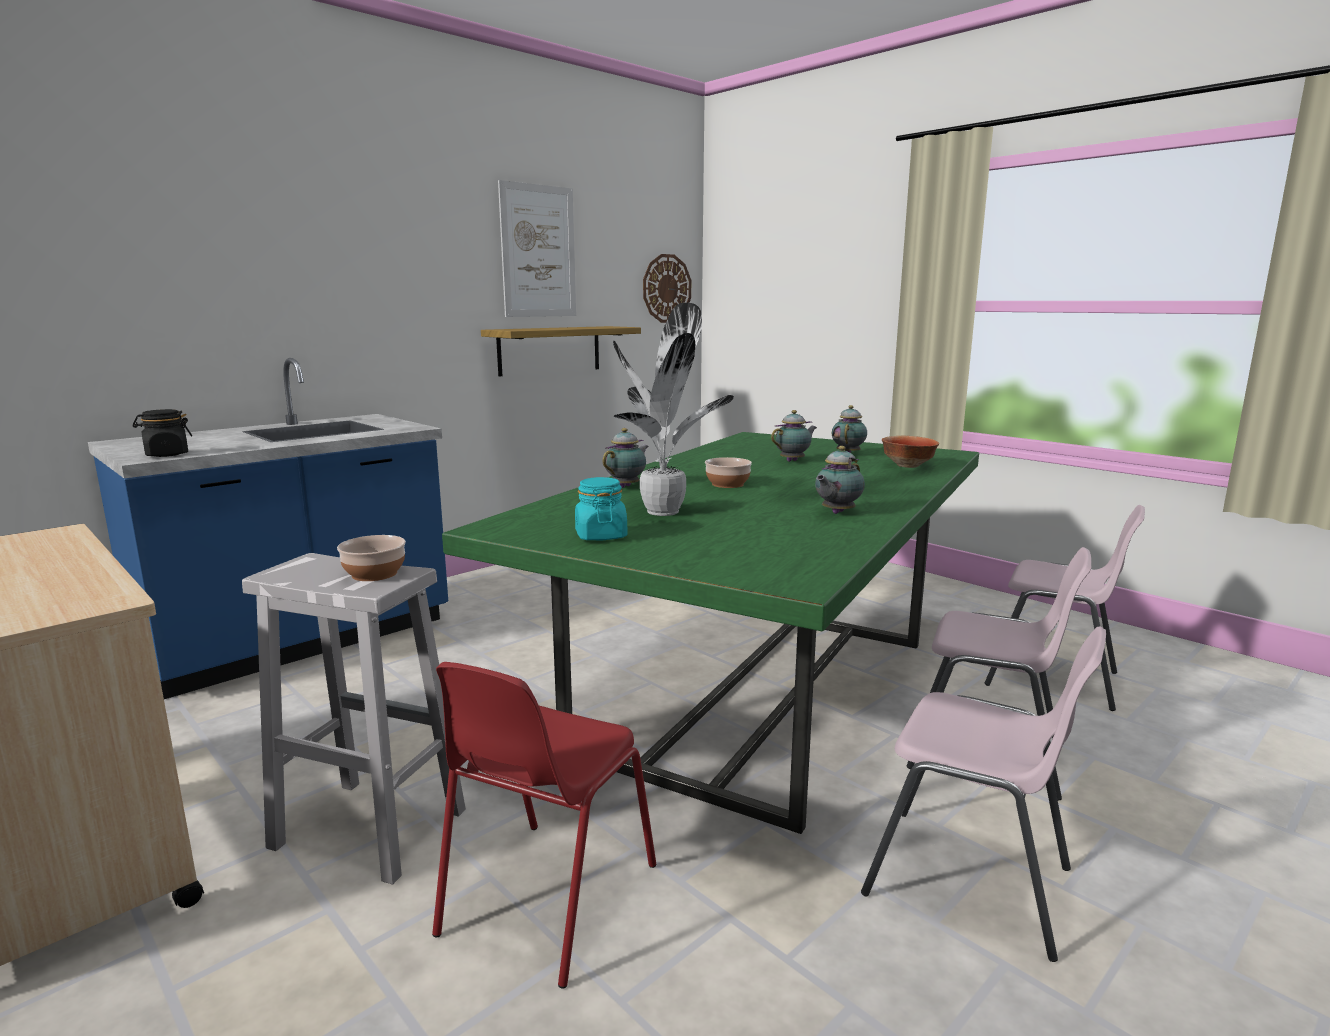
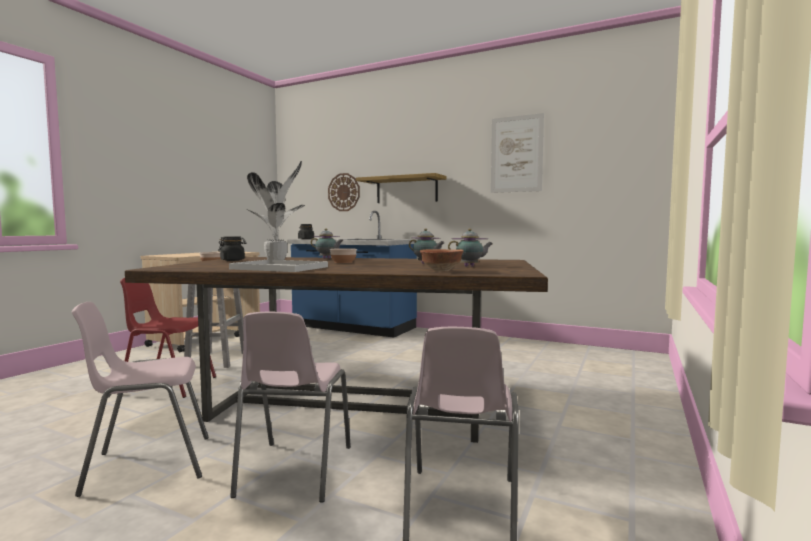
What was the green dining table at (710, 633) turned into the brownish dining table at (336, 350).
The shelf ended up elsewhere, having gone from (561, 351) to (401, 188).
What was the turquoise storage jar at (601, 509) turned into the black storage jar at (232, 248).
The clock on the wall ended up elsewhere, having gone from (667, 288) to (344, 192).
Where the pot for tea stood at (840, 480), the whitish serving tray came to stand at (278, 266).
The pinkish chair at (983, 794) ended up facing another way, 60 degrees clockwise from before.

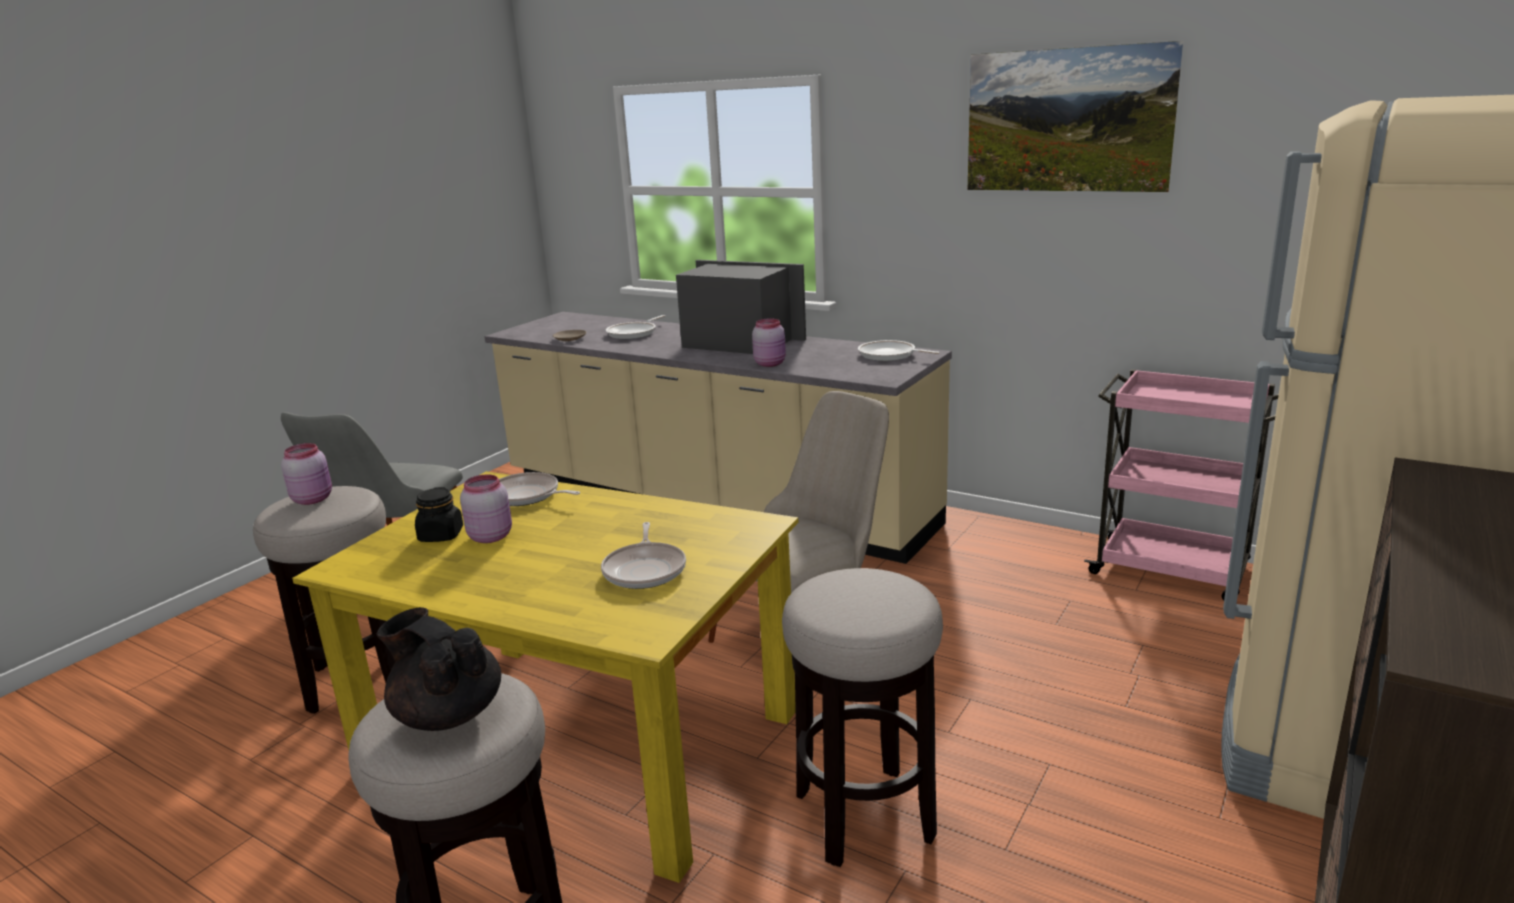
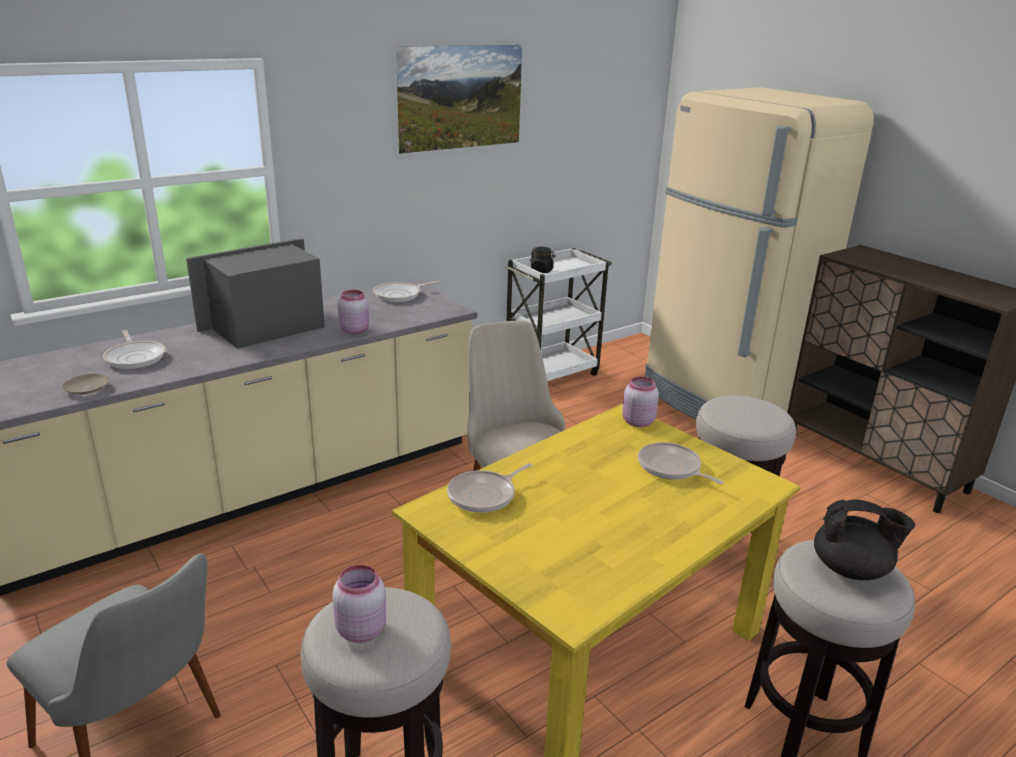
The black pot for tea at (439, 669) ended up facing another way, 135 degrees counterclockwise from before.
The black storage jar ended up elsewhere, having gone from (439, 514) to (542, 260).
The pinkish storage jar ended up elsewhere, having gone from (486, 508) to (640, 401).
The frying pan at (643, 555) ended up facing another way, 150 degrees counterclockwise from before.
What was the pinkish wheeled cart at (1181, 484) turned into the whitish wheeled cart at (558, 314).

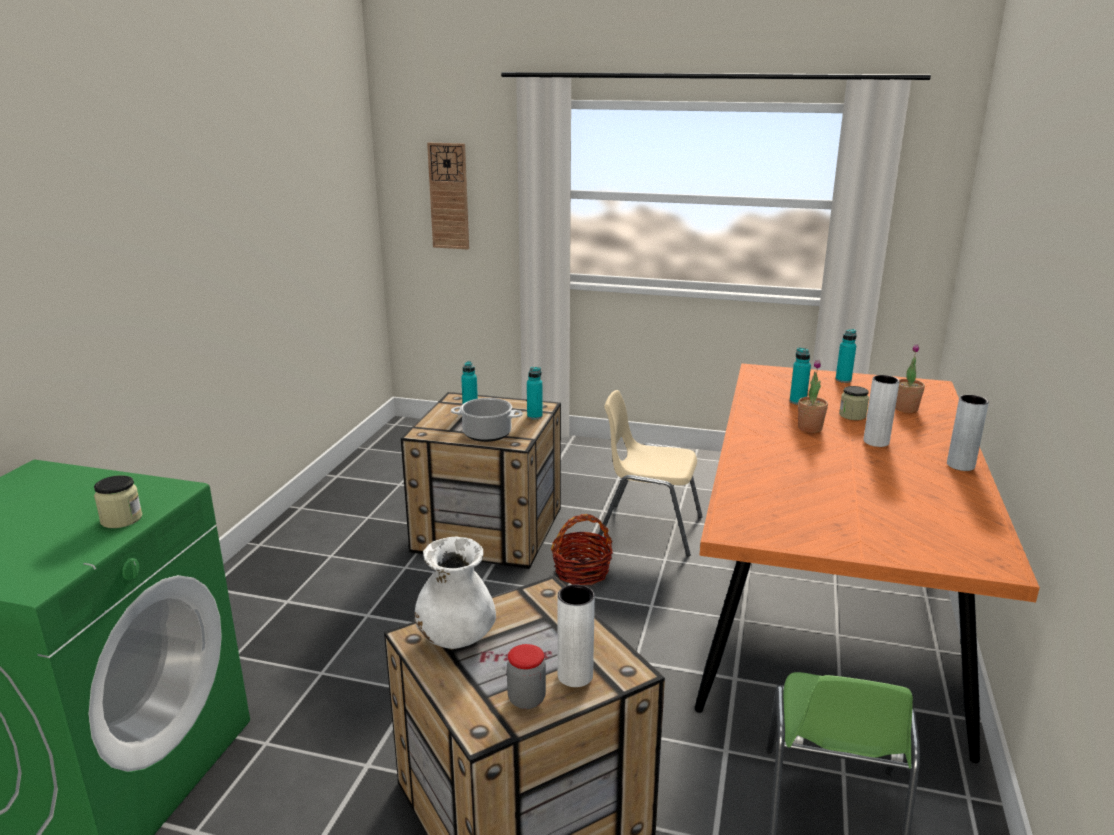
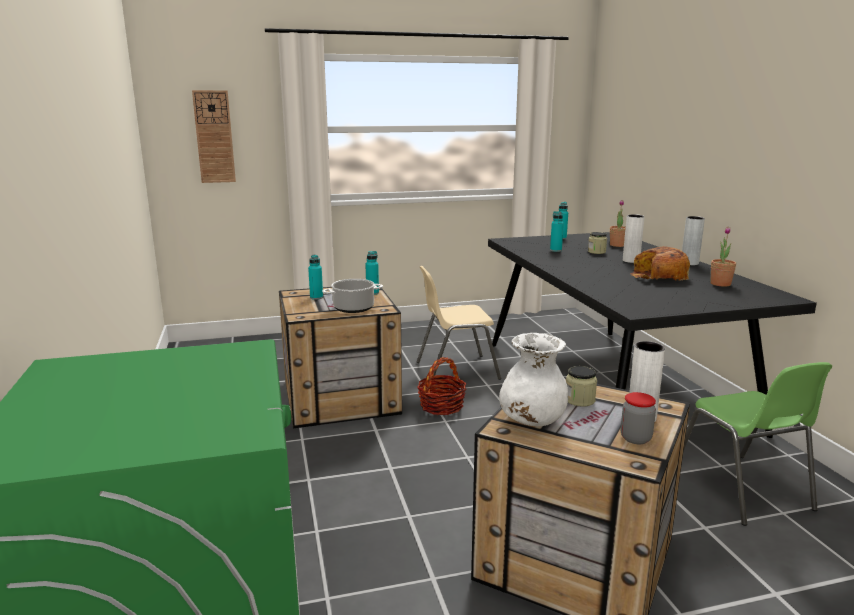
The storage jar ended up elsewhere, having gone from (118, 501) to (581, 386).
What was the orangey dining table at (867, 563) turned into the black dining table at (652, 335).
The plant in a pot ended up elsewhere, having gone from (813, 396) to (723, 257).
The second view gained the bakery bread at (660, 263).

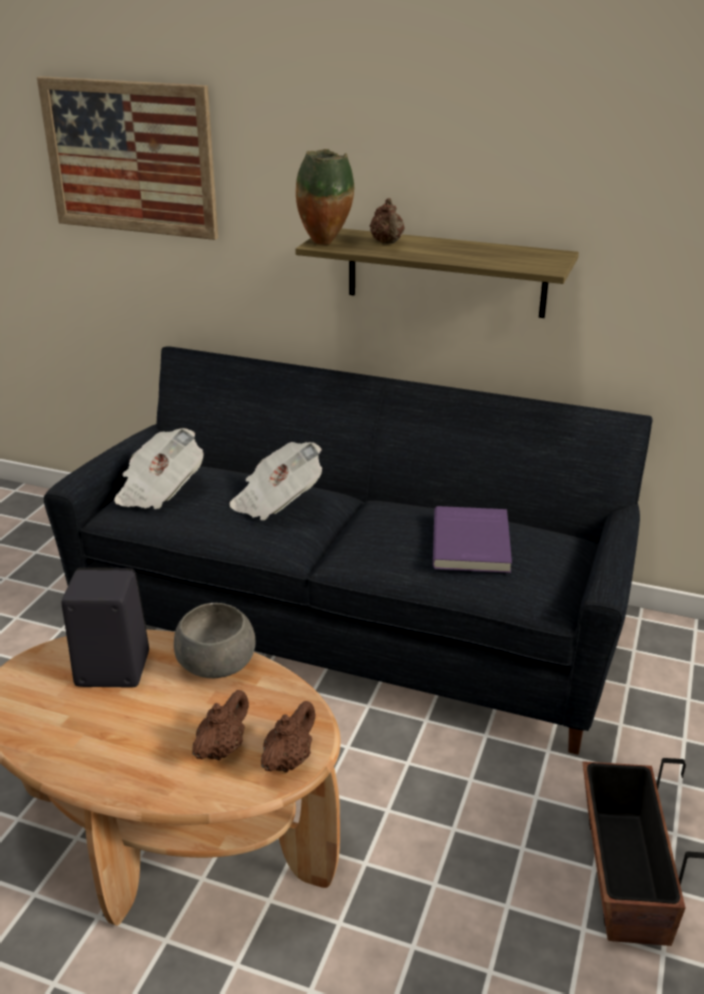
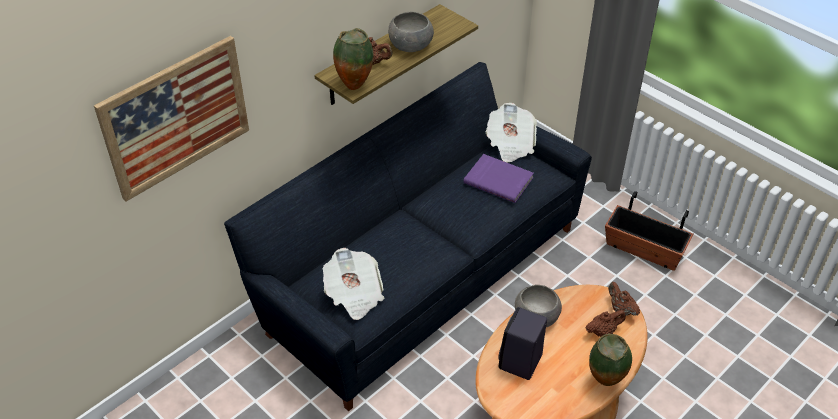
The brownish pot for tea at (220, 725) ended up facing another way, 105 degrees clockwise from before.
The printed paper ended up elsewhere, having gone from (275, 481) to (511, 133).
The second view gained the gray deep dish at (411, 32).
The second view gained the flower vase at (610, 360).

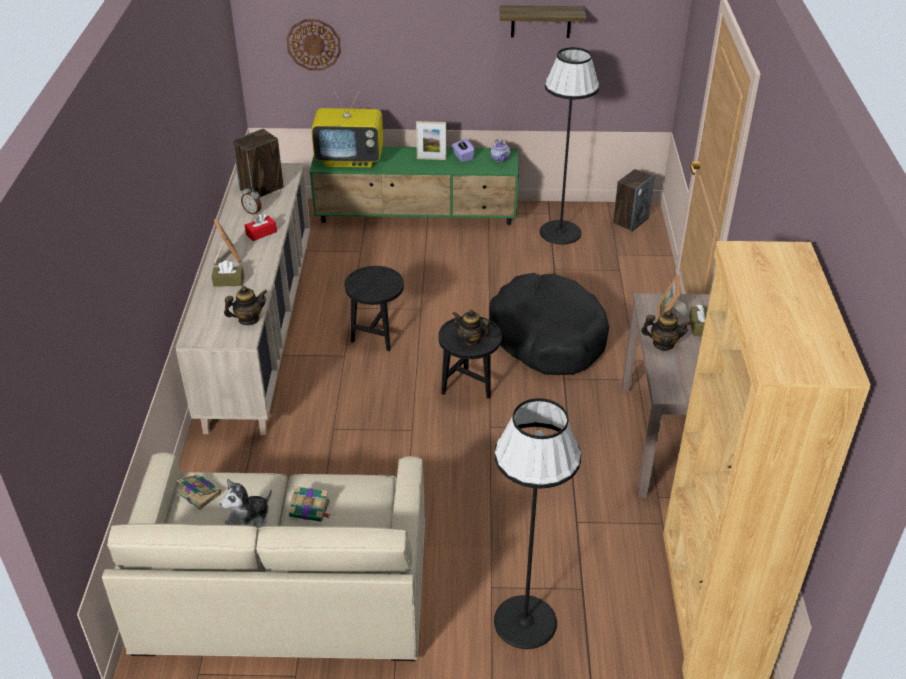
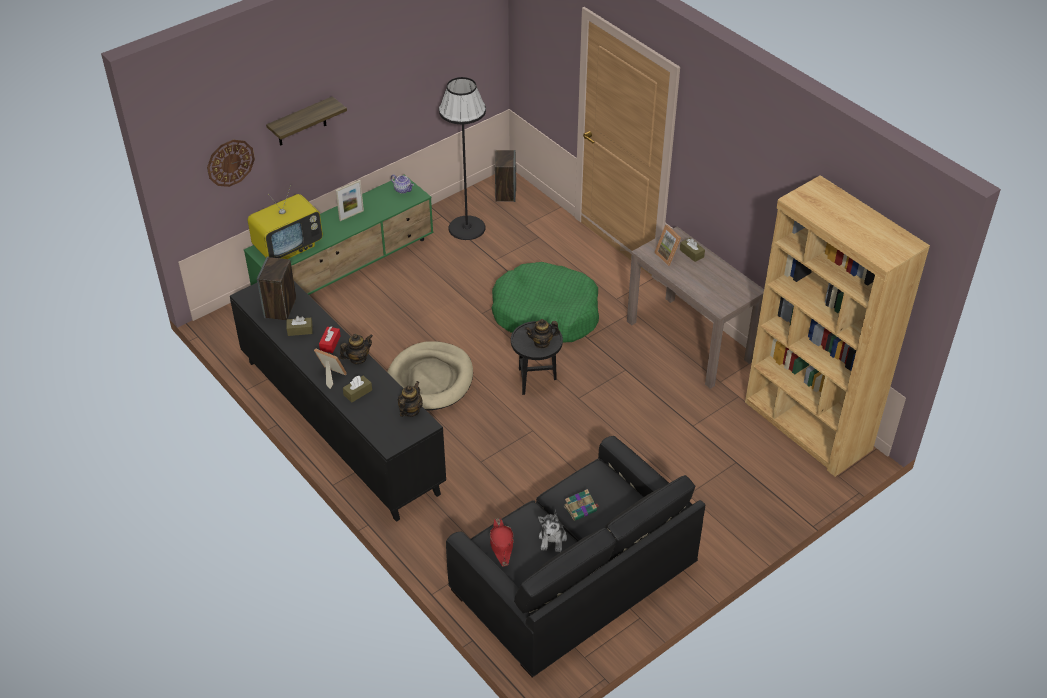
What was the sand-coloured couch at (263, 556) turned into the black couch at (575, 557).
What was the sand-coloured cabinet at (243, 299) turned into the black cabinet at (338, 401).
Where the bound book stood at (199, 492), the red hat came to stand at (502, 542).
Where the table clock stood at (251, 200), the brownish box of tissues came to stand at (299, 326).
Where the black end table stood at (374, 308), the sand-coloured dog cushion came to stand at (430, 376).
The second view lost the purple-coloured box of tissues at (463, 150).
What was the black dog cushion at (549, 324) turned into the green dog cushion at (545, 302).
The second view lost the black floor lamp at (537, 523).
The shelf ended up elsewhere, having gone from (543, 22) to (306, 121).
The pot for tea ended up elsewhere, having gone from (666, 330) to (356, 349).

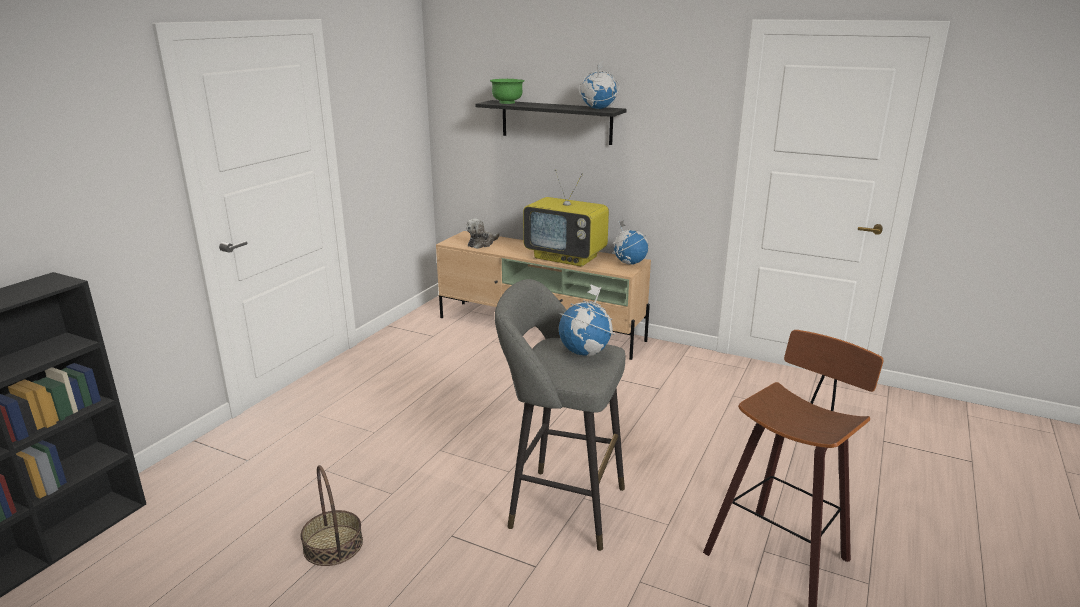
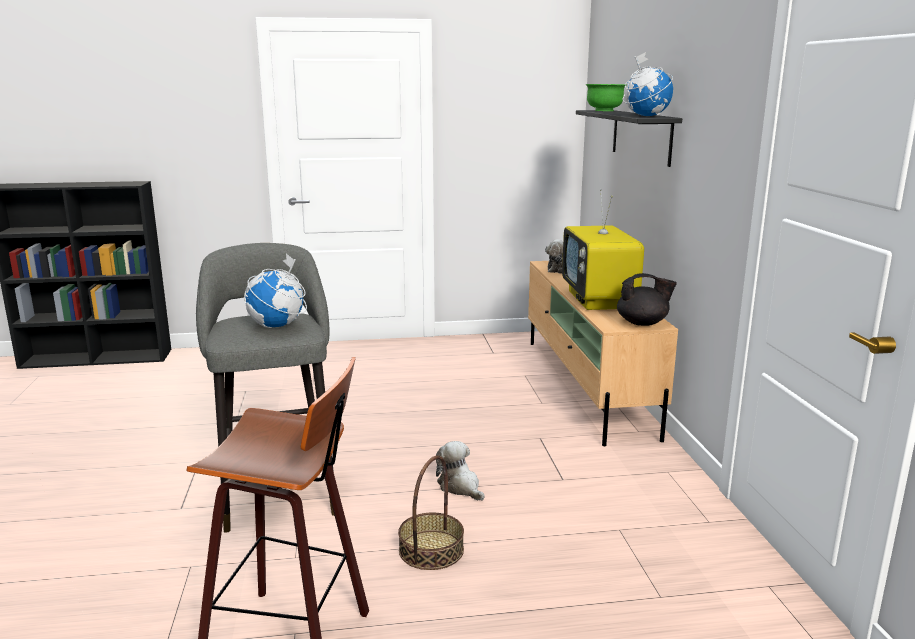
The household basket ended up elsewhere, having gone from (332, 515) to (431, 512).
Where the world globe stood at (630, 242), the black pot for tea came to stand at (647, 299).
The second view gained the soft toy at (460, 471).

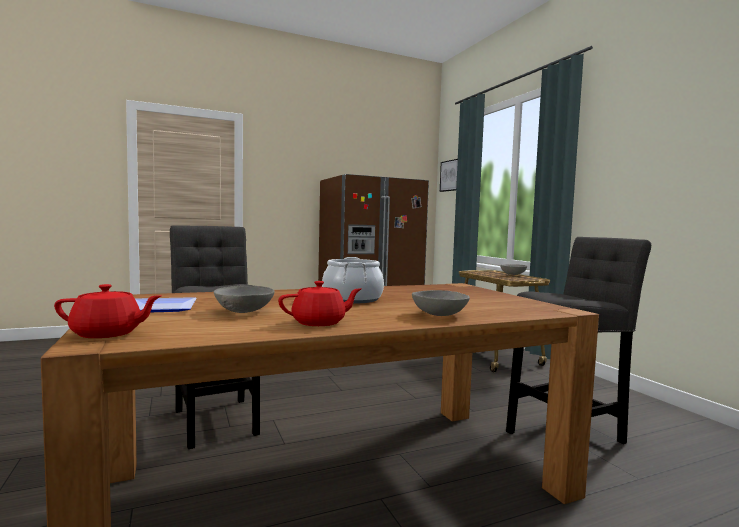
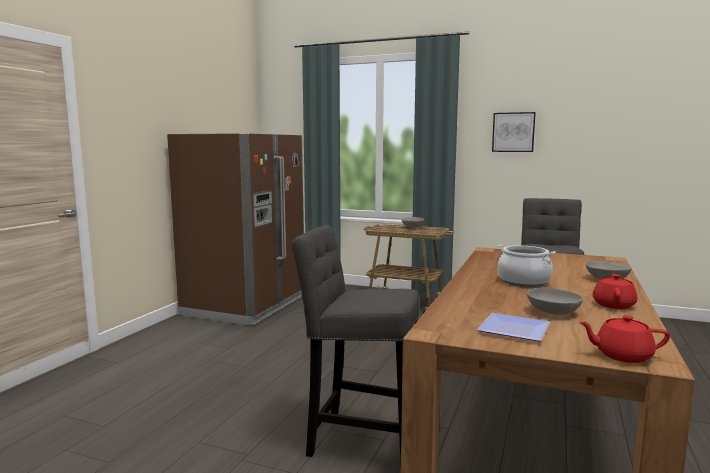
The red pot for tea at (107, 311) ended up facing another way, 120 degrees counterclockwise from before.
The wall art ended up elsewhere, having gone from (449, 175) to (514, 132).

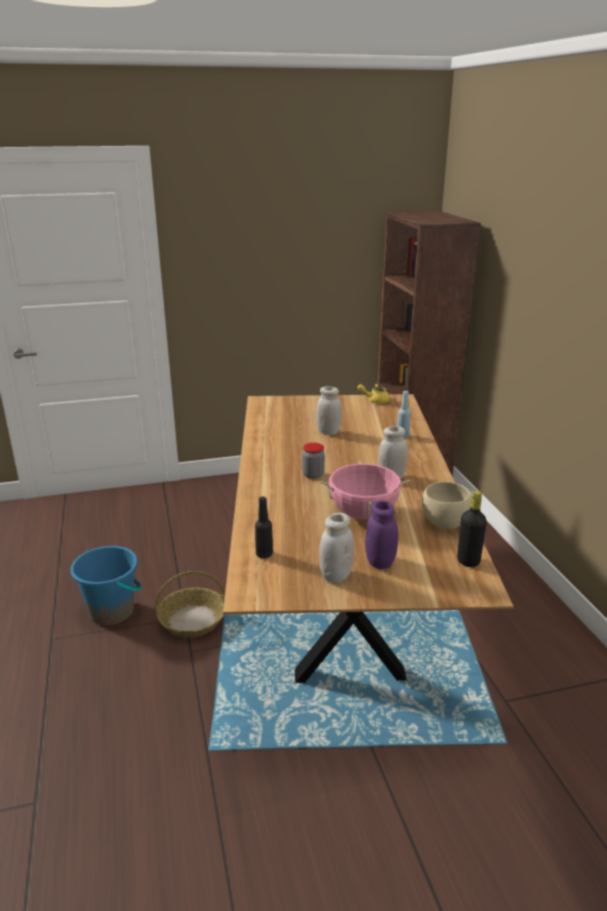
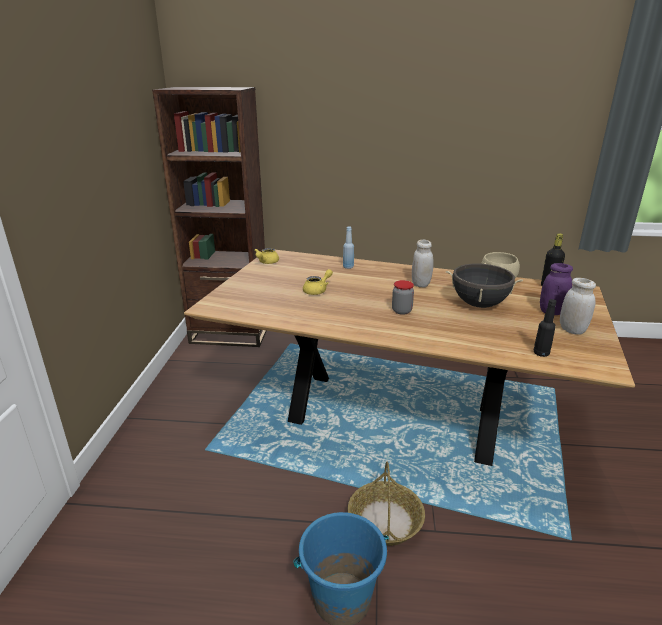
Where the whitish storage jar stood at (329, 410), the yellow-coloured pot for tea came to stand at (318, 282).
What was the pinkish stockpot at (365, 490) turned into the black stockpot at (484, 285).

